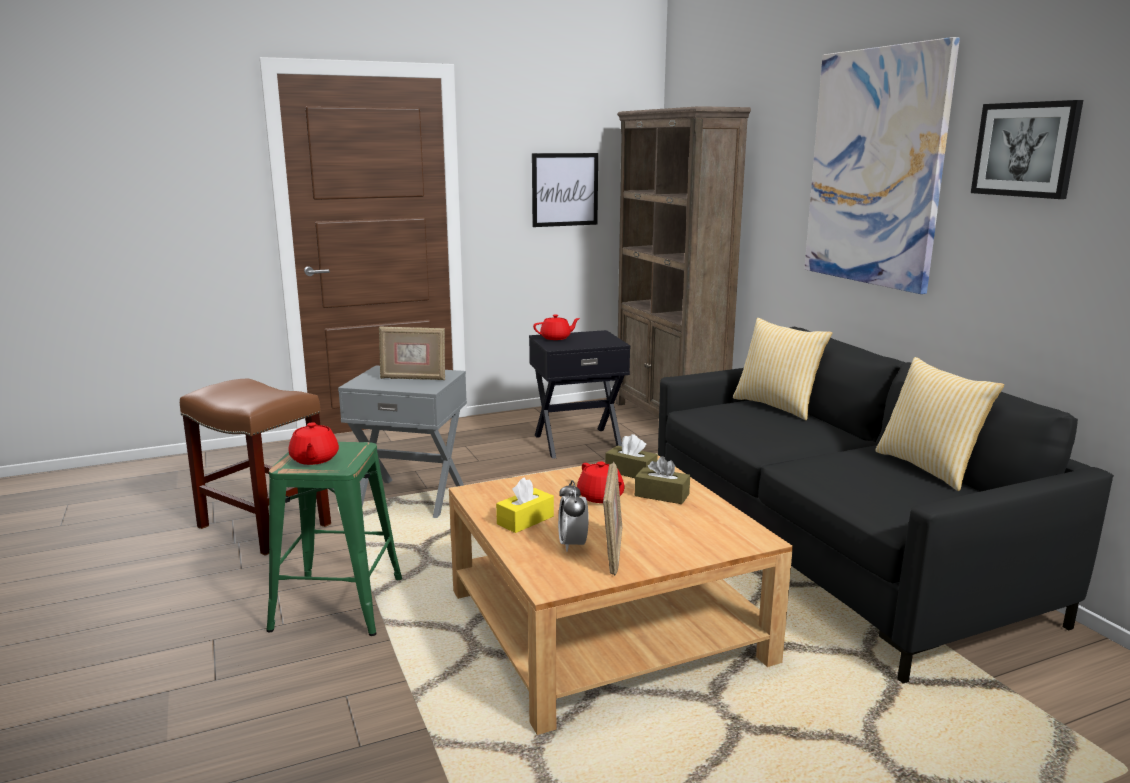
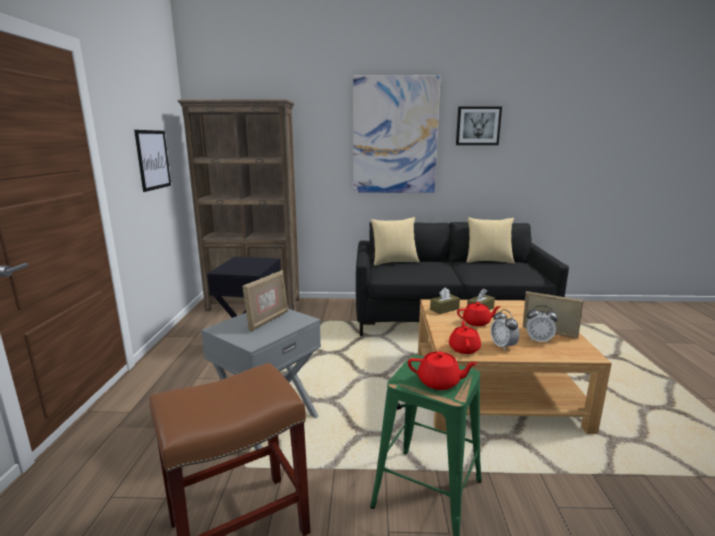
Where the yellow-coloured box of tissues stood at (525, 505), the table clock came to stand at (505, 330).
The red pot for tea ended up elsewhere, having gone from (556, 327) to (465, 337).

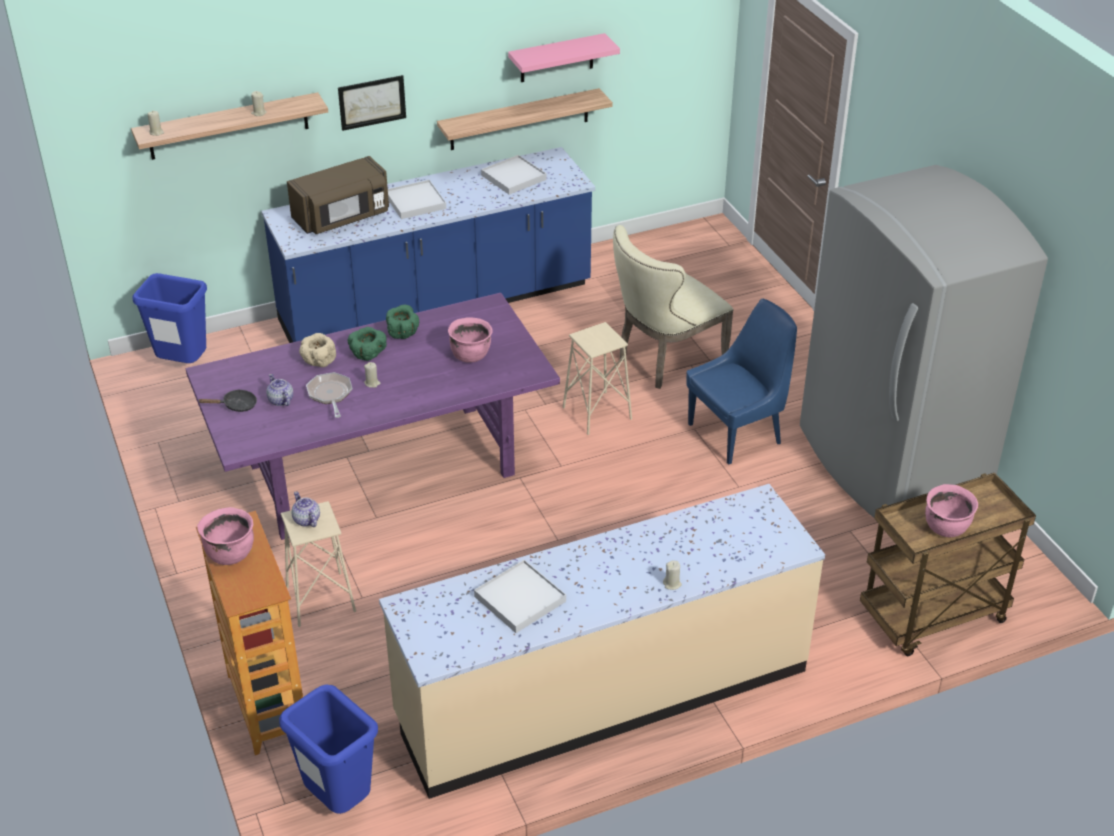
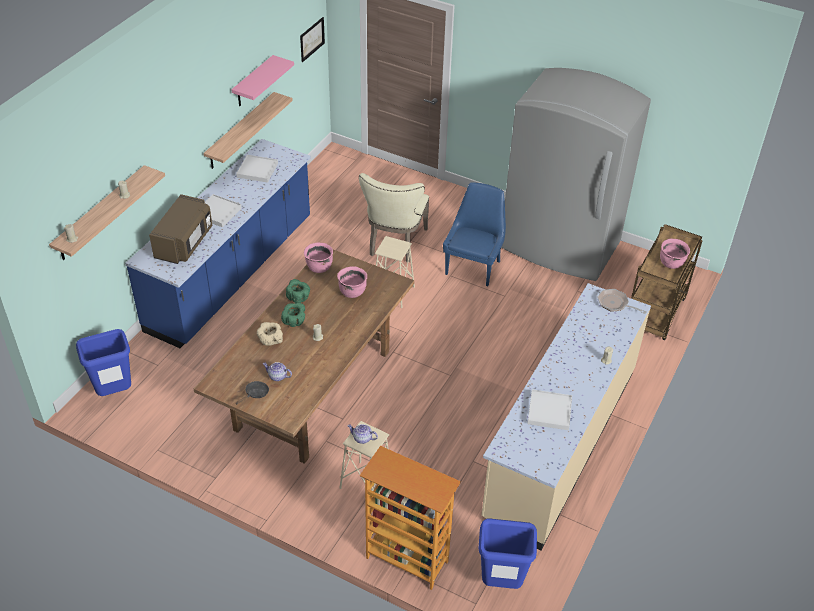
What was the purple-coloured dining table at (373, 416) turned into the brownish dining table at (304, 357).
The pinkish stockpot ended up elsewhere, having gone from (225, 536) to (318, 257).
The frying pan ended up elsewhere, having gone from (329, 395) to (622, 301).
The wall art ended up elsewhere, having gone from (372, 103) to (312, 39).

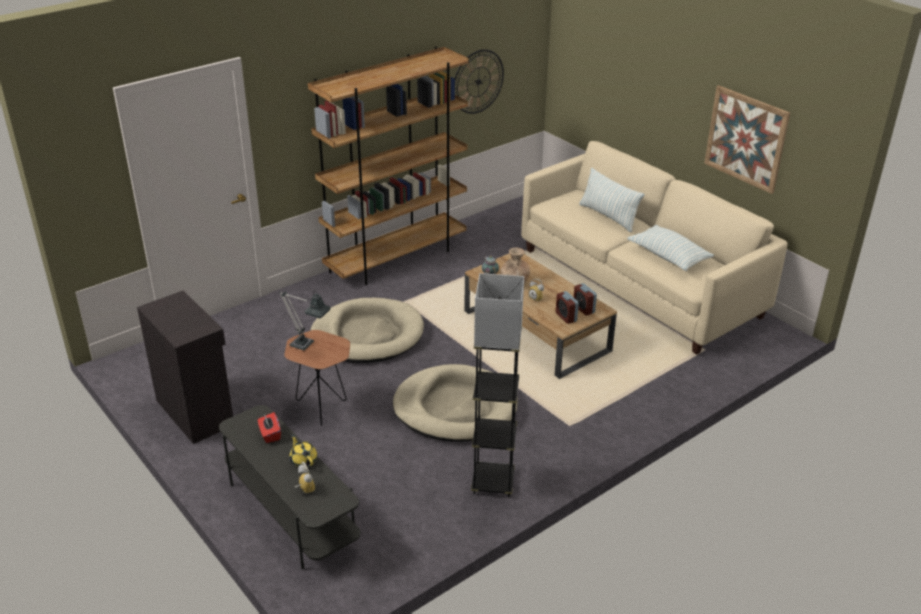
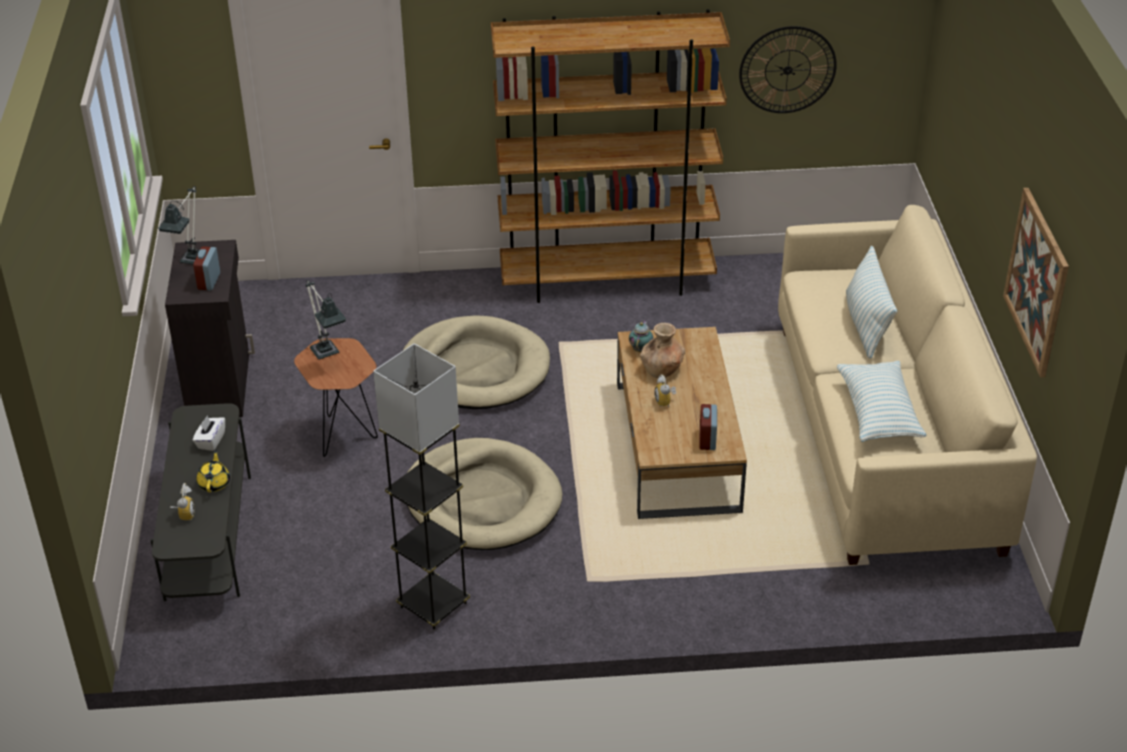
What was the red box of tissues at (269, 427) turned into the whitish box of tissues at (209, 433).
The table clock ended up elsewhere, having gone from (567, 307) to (206, 268).
The second view gained the tabletop lamp at (179, 225).

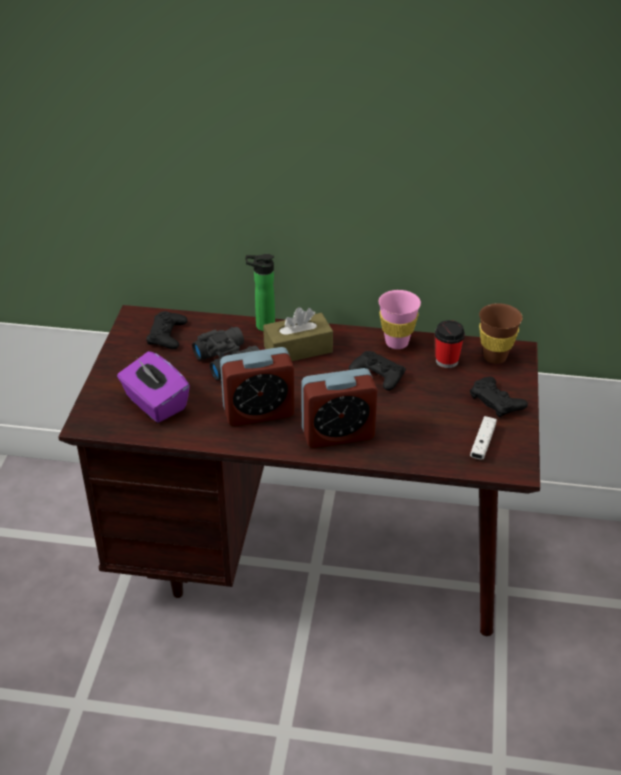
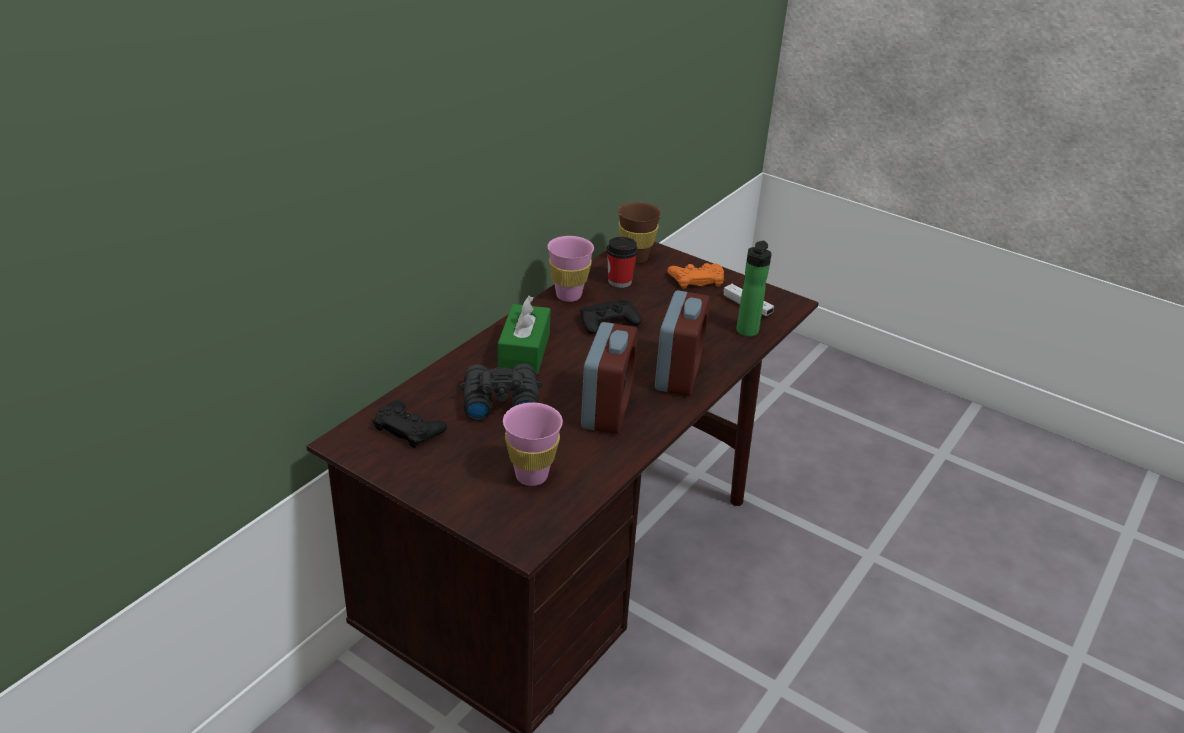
Where the purple-coloured box of tissues stood at (153, 387), the pinkish small cup came to stand at (533, 444).
The beverage bottle ended up elsewhere, having gone from (260, 292) to (754, 289).
What was the brownish box of tissues at (298, 334) turned into the green box of tissues at (524, 335).
What was the black gamepad at (499, 396) turned into the orangey gamepad at (695, 276).

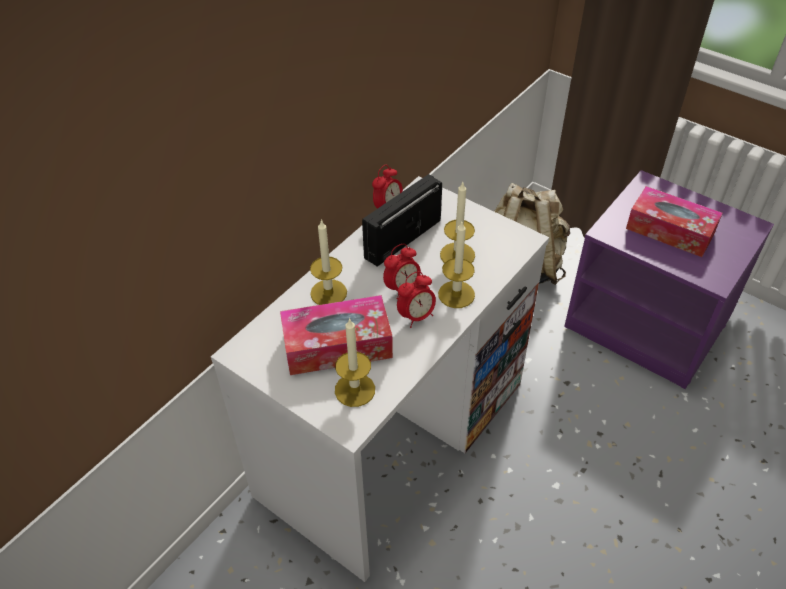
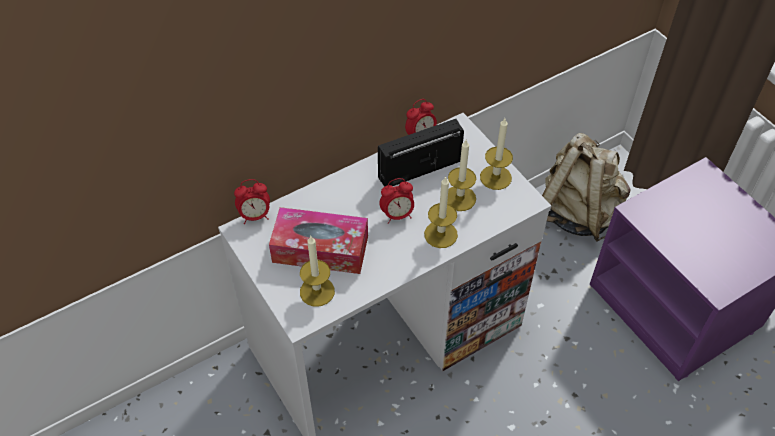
The wax candle ended up elsewhere, having gone from (328, 262) to (496, 154).
The table clock ended up elsewhere, having gone from (416, 299) to (252, 201).
The second view lost the box of tissues at (674, 221).

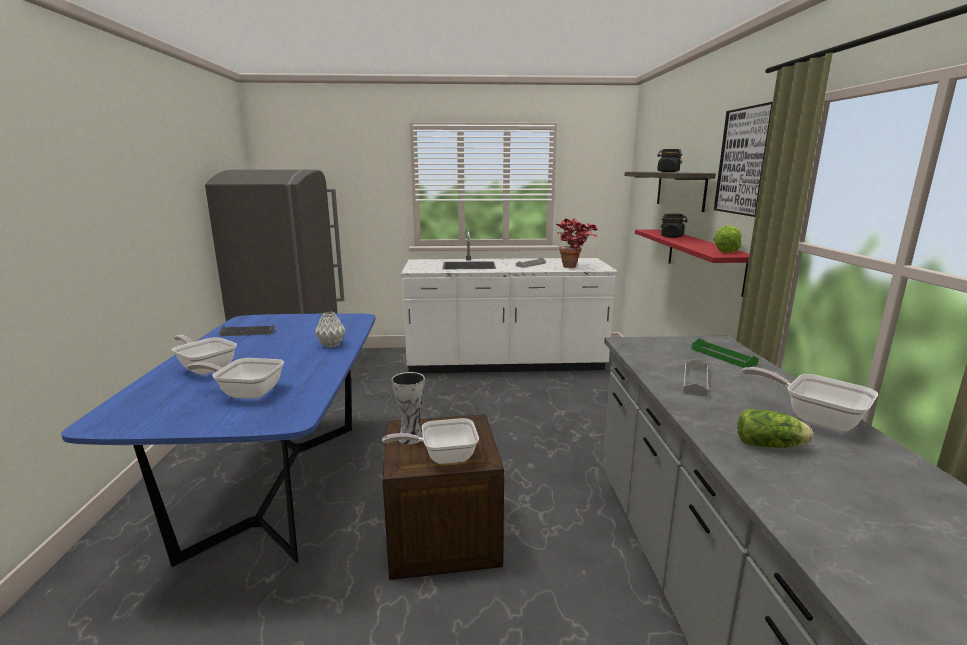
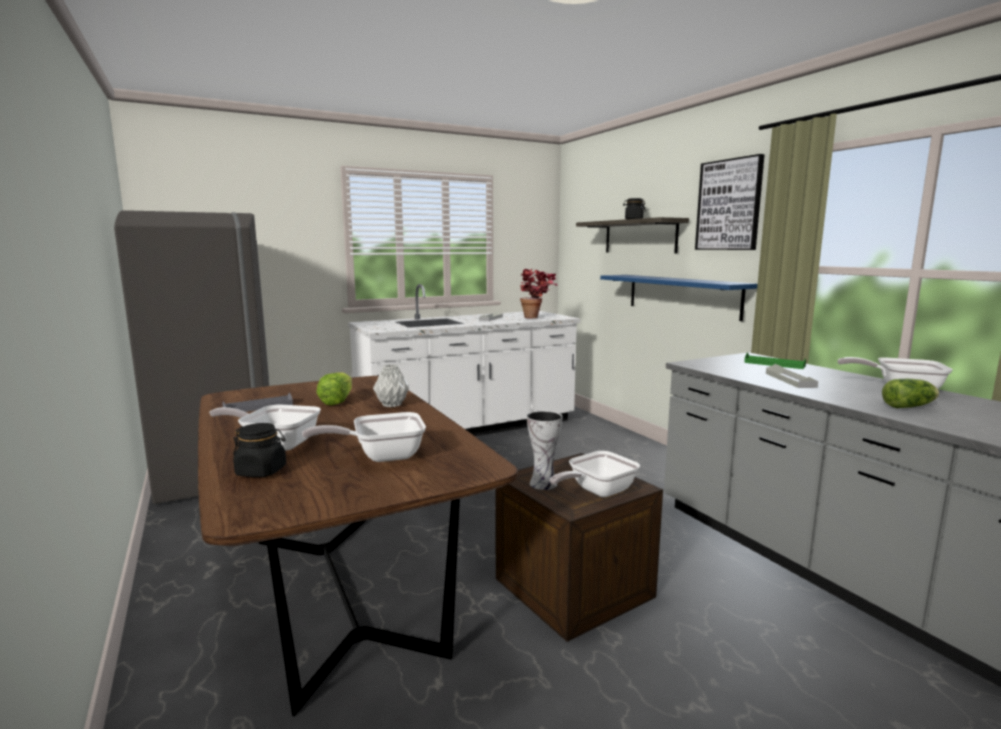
What was the bluish dining table at (218, 440) turned into the brownish dining table at (358, 546).
What was the red shelf at (692, 263) turned into the bluish shelf at (679, 298).
The black storage jar ended up elsewhere, having gone from (674, 225) to (259, 450).
The head of lettuce ended up elsewhere, having gone from (727, 239) to (334, 388).

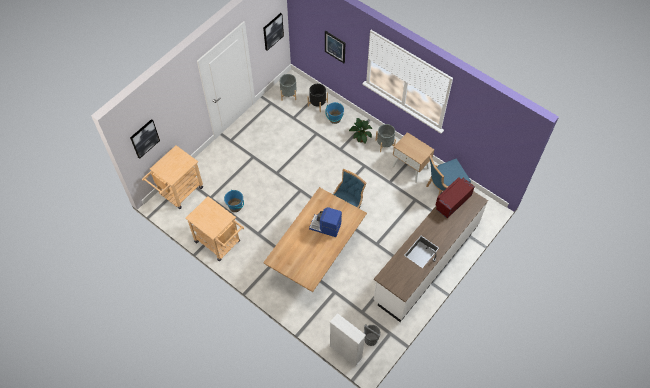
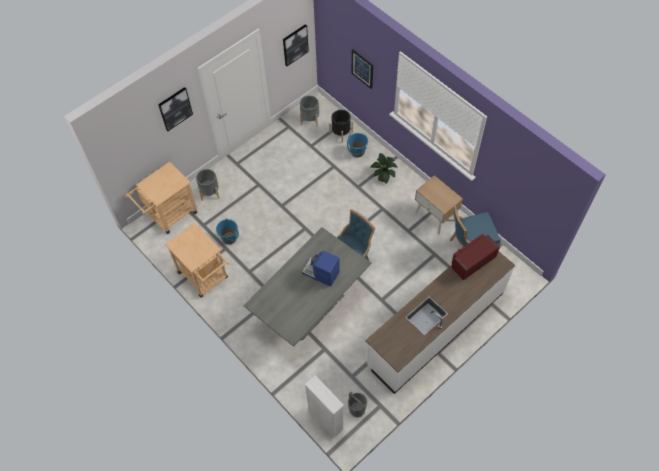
The wall art ended up elsewhere, having gone from (145, 139) to (175, 109).
What was the brownish dining table at (315, 239) turned into the gray dining table at (307, 287).
The gray planter ended up elsewhere, having gone from (385, 138) to (207, 185).

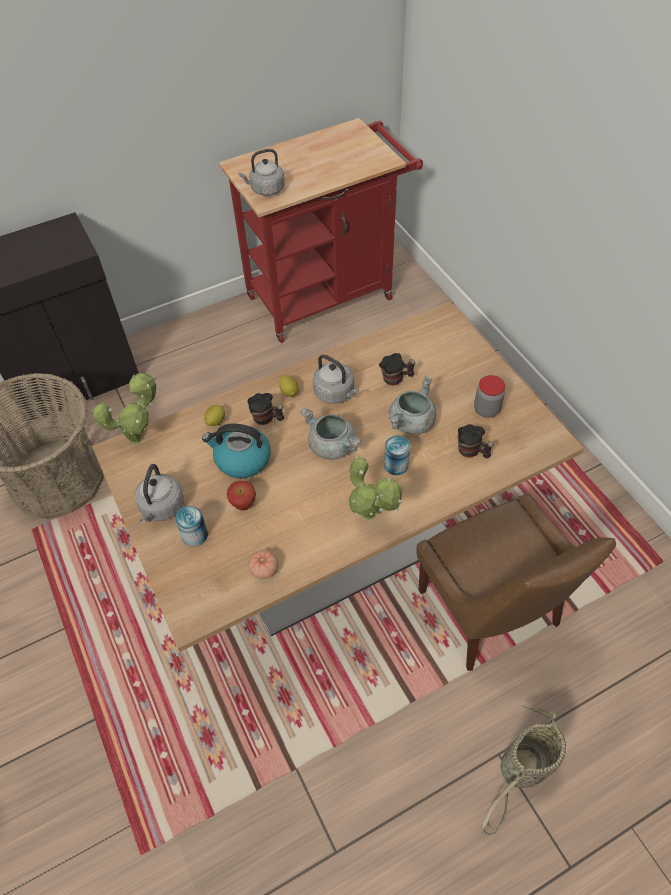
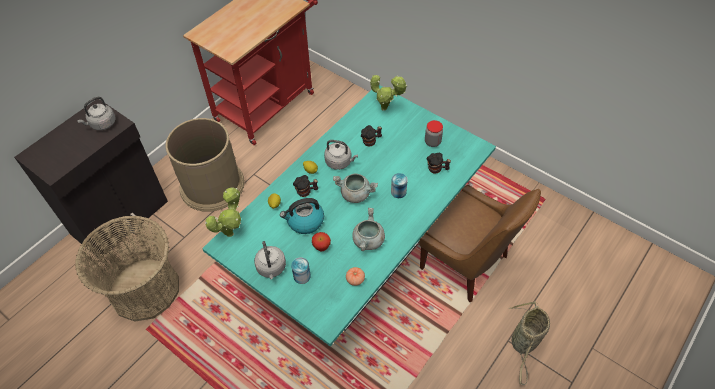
What was the brownish dining table at (338, 477) turned into the turquoise dining table at (349, 215).
The gray kettle ended up elsewhere, having gone from (261, 172) to (96, 113).
The plant in a pot ended up elsewhere, having gone from (375, 488) to (388, 93).
The gray stockpot ended up elsewhere, having gone from (412, 405) to (368, 229).
The second view gained the brownish waste bin at (205, 165).

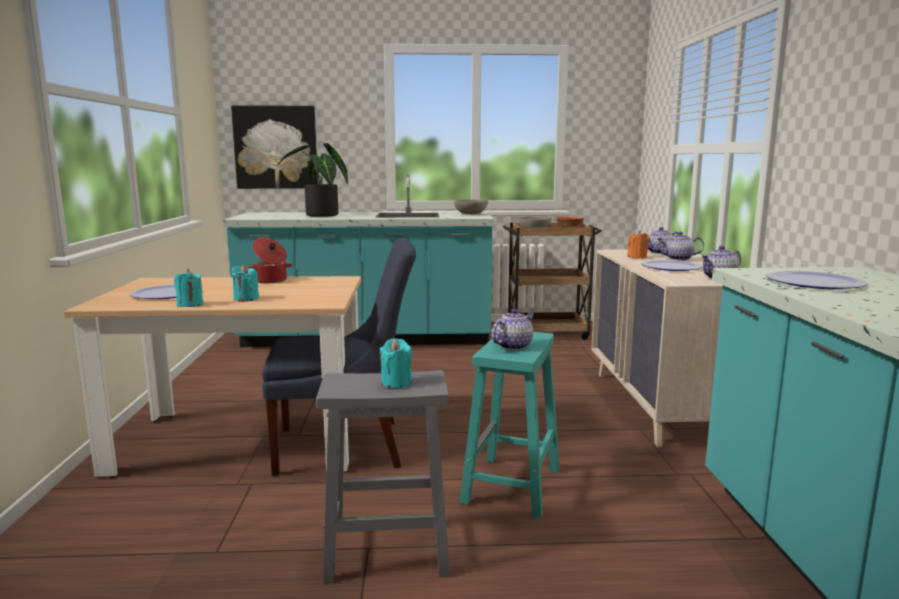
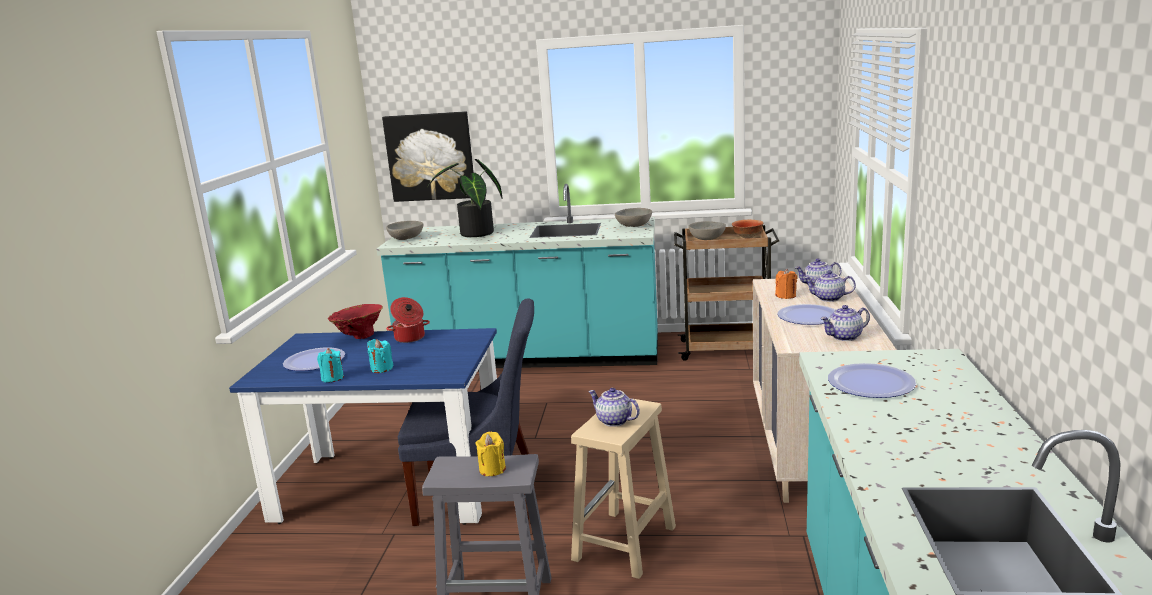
What was the sand-coloured dining table at (212, 377) turned into the bluish dining table at (363, 426).
What was the turquoise wax candle at (395, 363) turned into the yellow-coloured wax candle at (490, 453).
What was the turquoise stool at (510, 425) turned into the sand-coloured stool at (623, 488).
The pot for tea at (512, 329) ended up facing another way, 105 degrees counterclockwise from before.
The second view gained the red flower vase at (355, 321).
The second view gained the gray deep dish at (404, 230).

